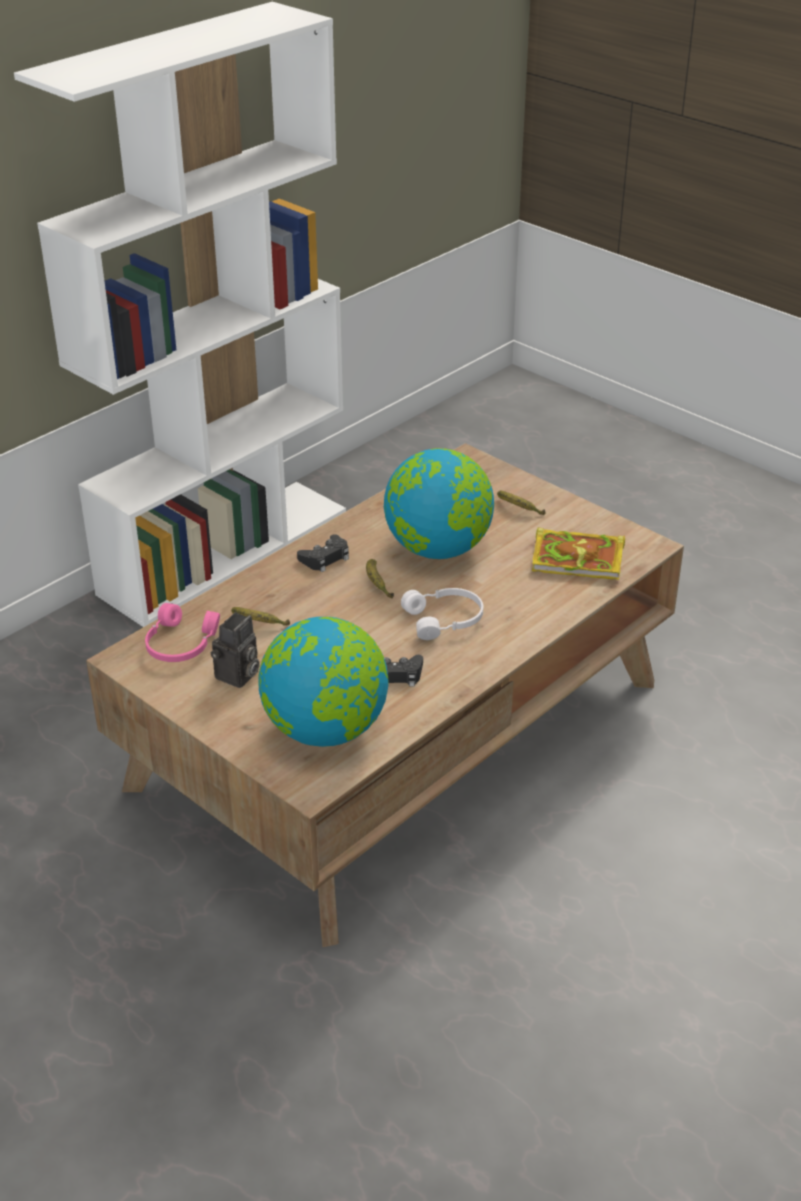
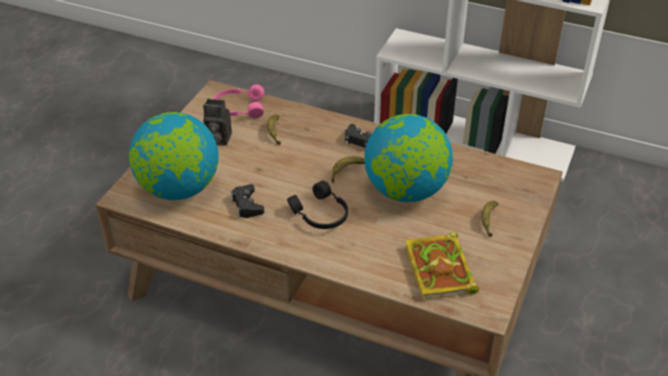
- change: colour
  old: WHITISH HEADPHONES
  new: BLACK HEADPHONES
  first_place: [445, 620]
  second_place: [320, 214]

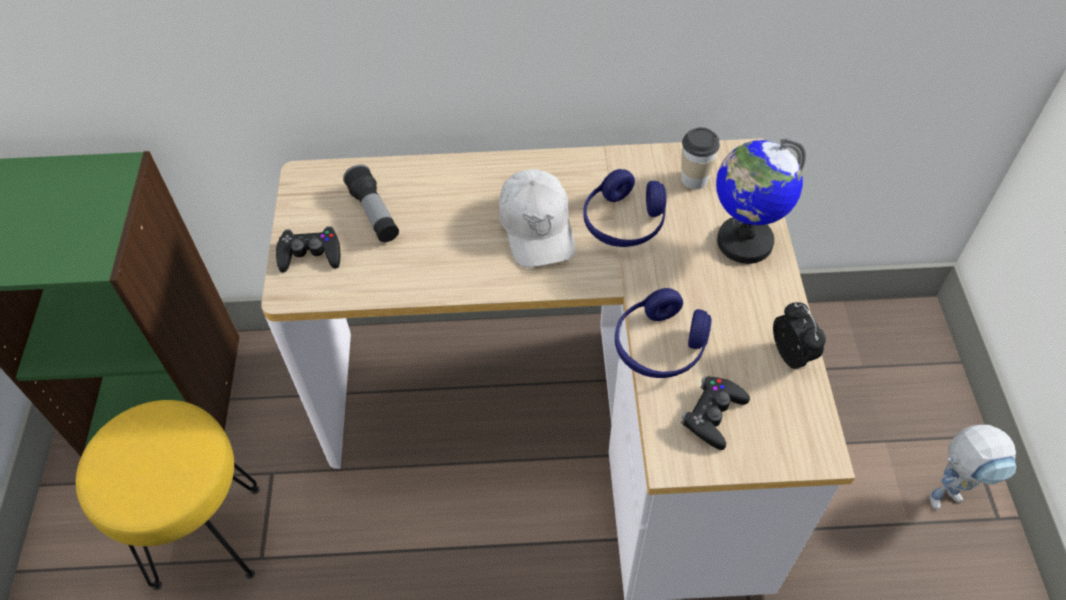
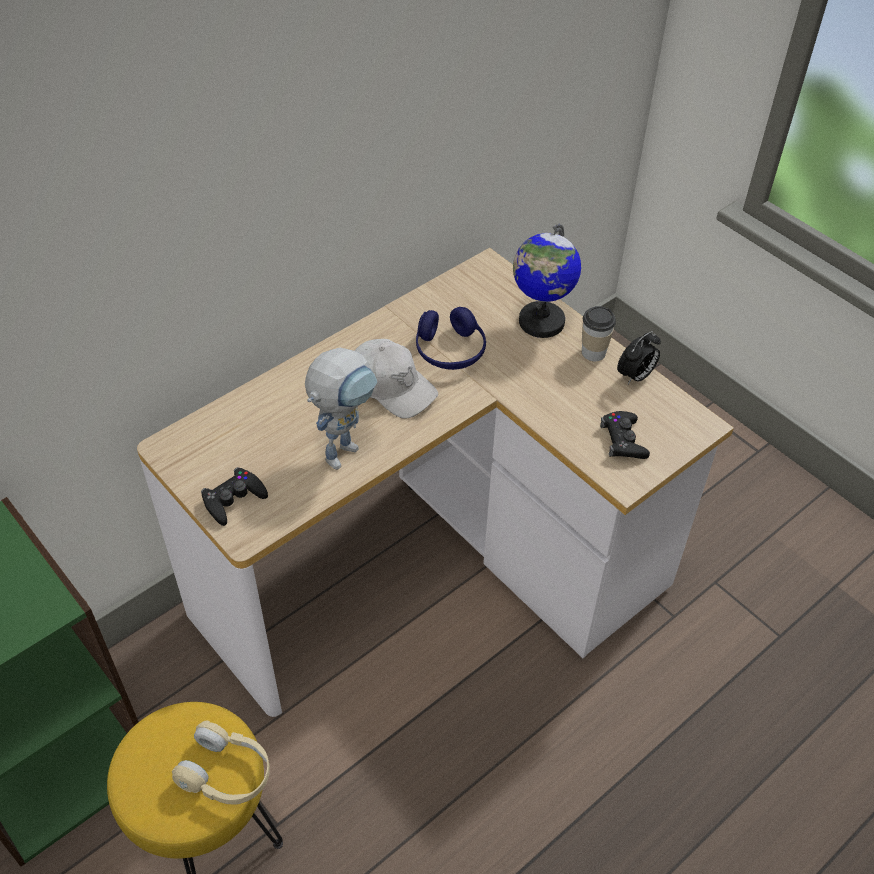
- change: relocated
  old: SMALL CUP
  first_place: [694, 179]
  second_place: [593, 352]
- change: missing
  old: HAND TORCH
  first_place: [374, 213]
- change: missing
  old: BLUE-COLOURED HEADPHONES
  first_place: [660, 346]
- change: spun
  old: ALARM CLOCK
  first_place: [792, 355]
  second_place: [635, 376]
  degrees: 105
- change: relocated
  old: TOY ROBOT
  first_place: [951, 493]
  second_place: [345, 447]
- change: appeared
  new: BEIGE HEADPHONES
  second_place: [227, 773]

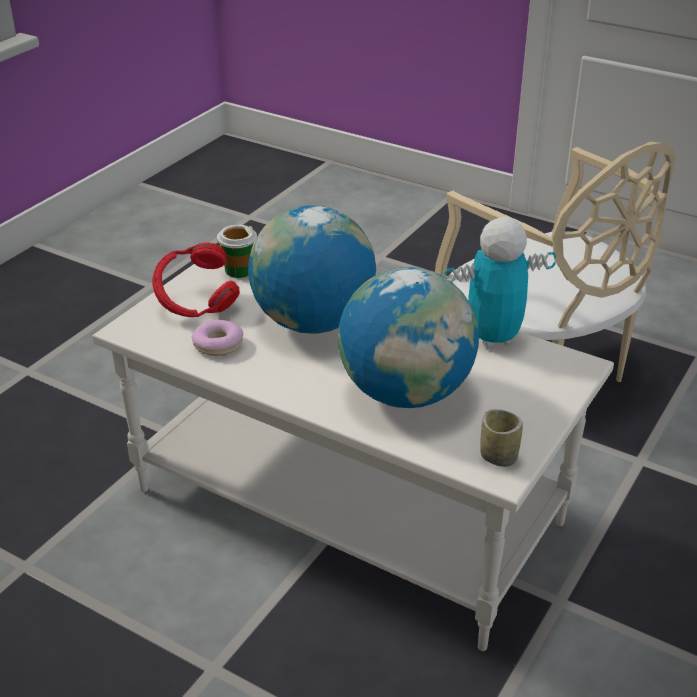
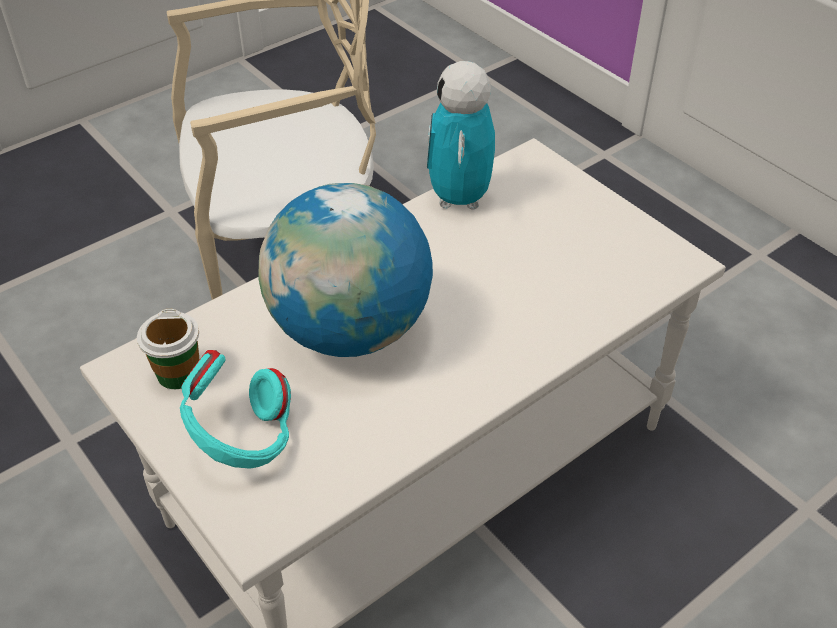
- change: colour
  old: RED-COLOURED HEADPHONES
  new: BLUE-GREEN HEADPHONES
  first_place: [196, 306]
  second_place: [241, 439]
- change: missing
  old: WORLD GLOBE
  first_place: [406, 393]
- change: missing
  old: DOUGHNUT
  first_place: [218, 345]
- change: missing
  old: SMALL CUP
  first_place: [498, 457]

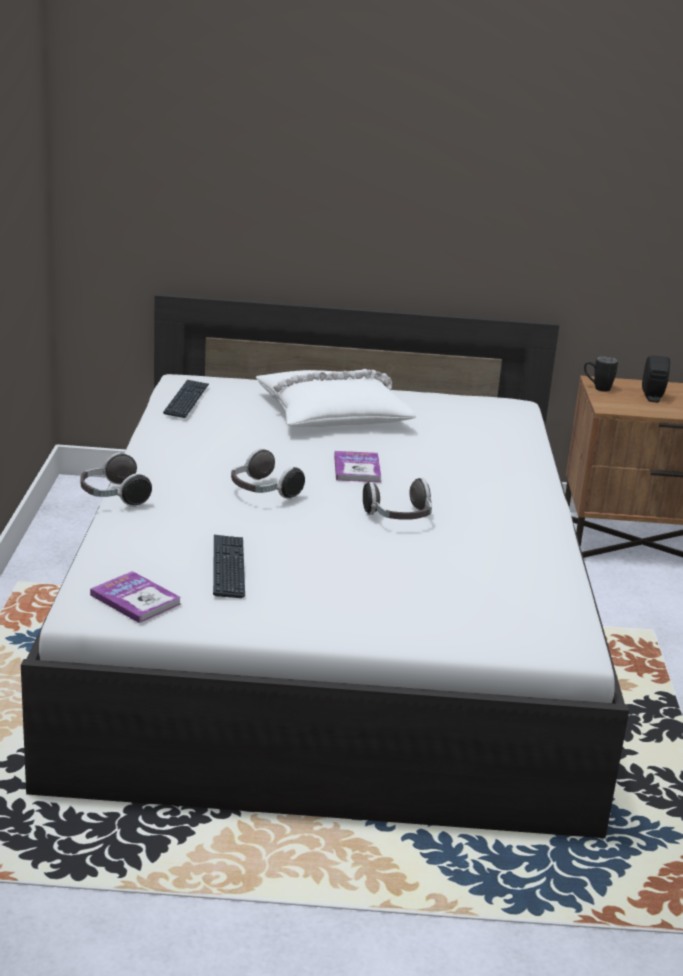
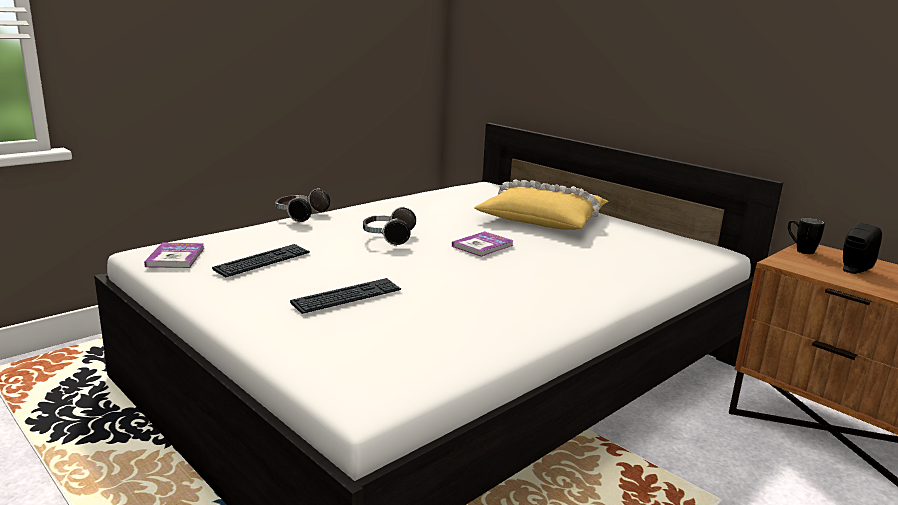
- change: colour
  old: WHITISH THROW PILLOW
  new: YELLOW-COLOURED THROW PILLOW
  first_place: [331, 413]
  second_place: [543, 218]
- change: relocated
  old: KEYBOARD
  first_place: [186, 400]
  second_place: [347, 297]
- change: missing
  old: HEADPHONES
  first_place: [399, 518]

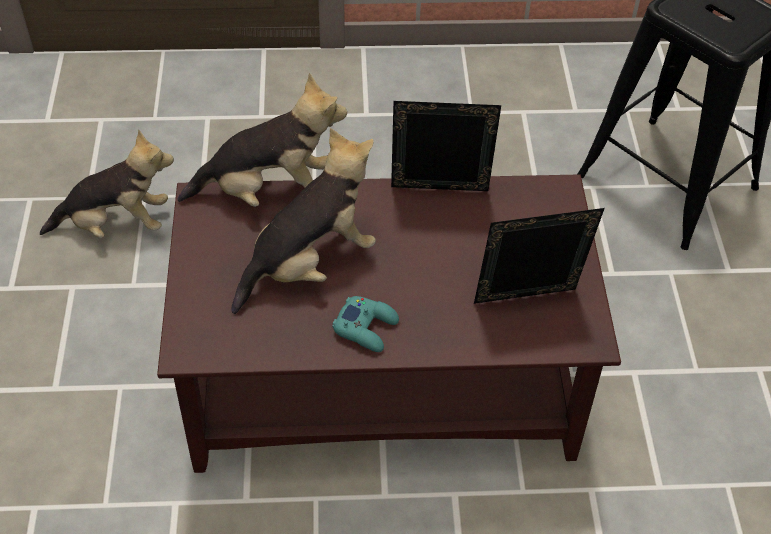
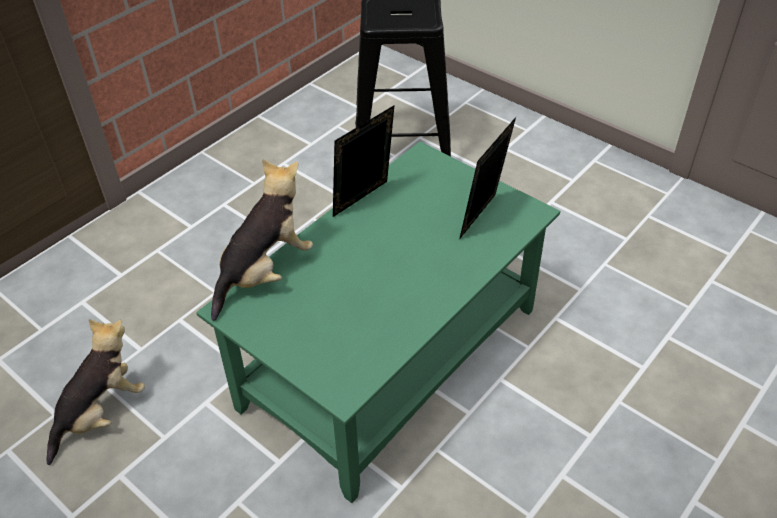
- change: missing
  old: PLUSH TOY
  first_place: [310, 263]
- change: colour
  old: BROWN-COLOURED LOUNGE TABLE
  new: GREEN LOUNGE TABLE
  first_place: [379, 383]
  second_place: [390, 360]
- change: missing
  old: BLUE-GREEN GAMEPAD
  first_place: [366, 327]

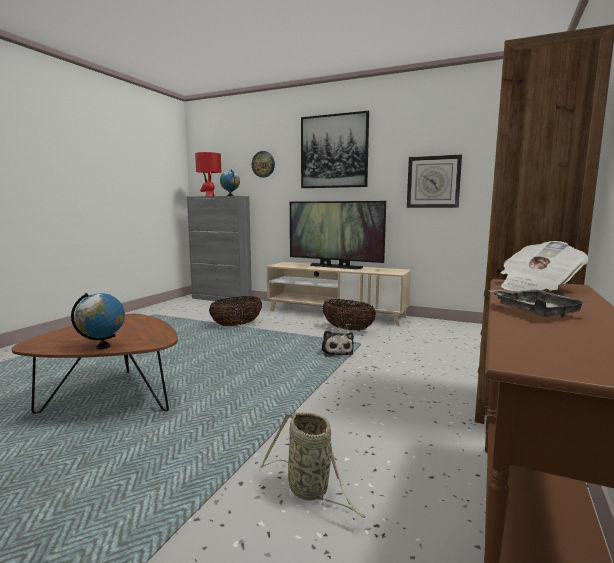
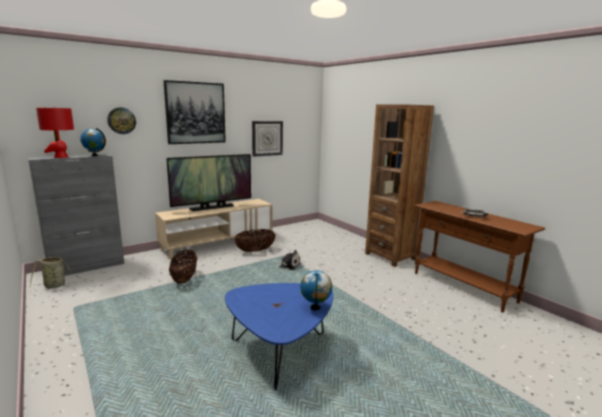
- change: missing
  old: PRINTED PAPER
  first_place: [536, 287]
- change: colour
  old: BROWN-COLOURED LOUNGE TABLE
  new: BLUE-COLOURED LOUNGE TABLE
  first_place: [114, 398]
  second_place: [280, 351]
- change: relocated
  old: STORAGE BASKET
  first_place: [310, 490]
  second_place: [56, 286]

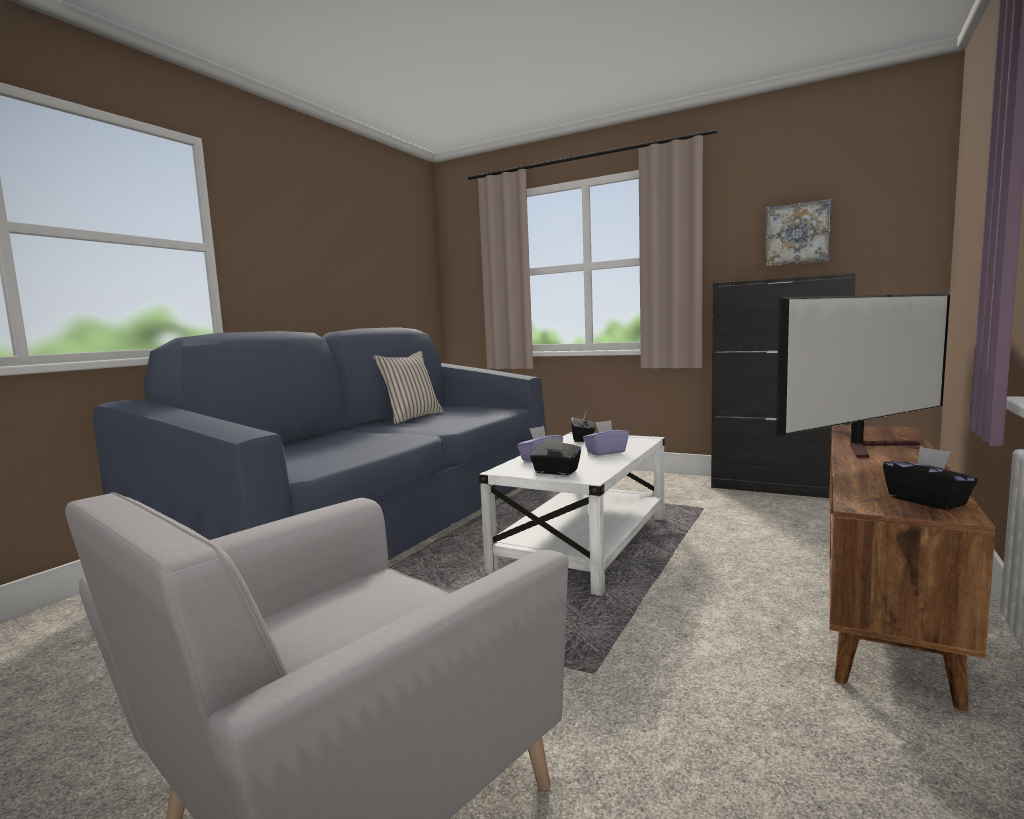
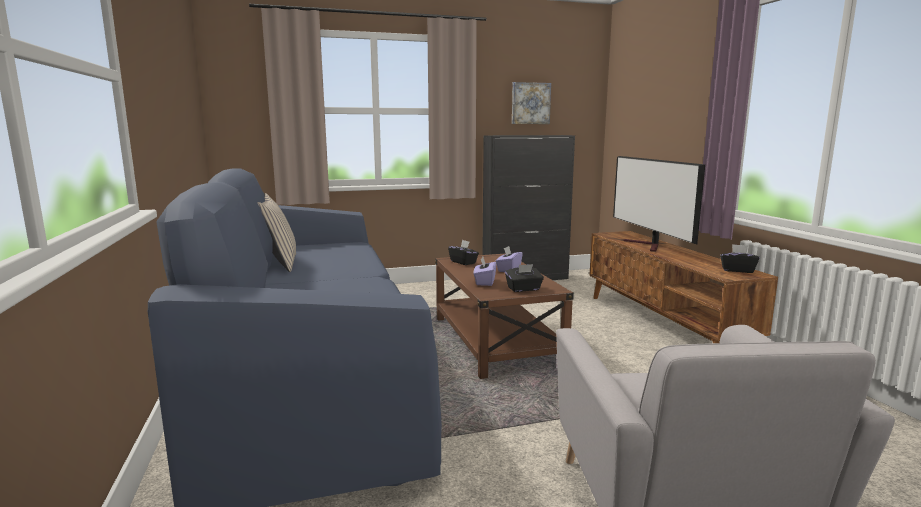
- change: spun
  old: TV SET
  first_place: [872, 447]
  second_place: [648, 246]
  degrees: 150
- change: colour
  old: WHITISH LOUNGE TABLE
  new: BROWN-COLOURED LOUNGE TABLE
  first_place: [584, 544]
  second_place: [495, 341]

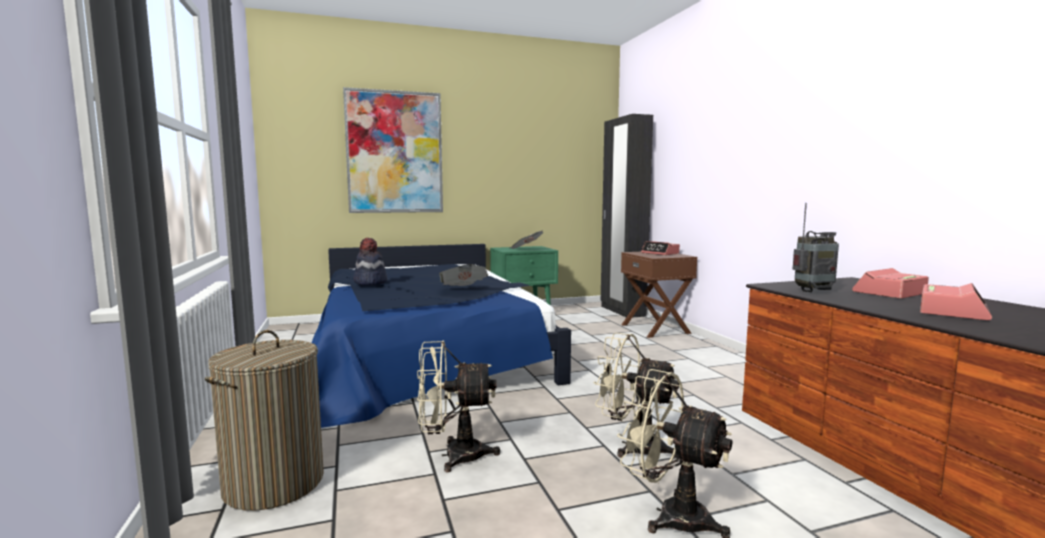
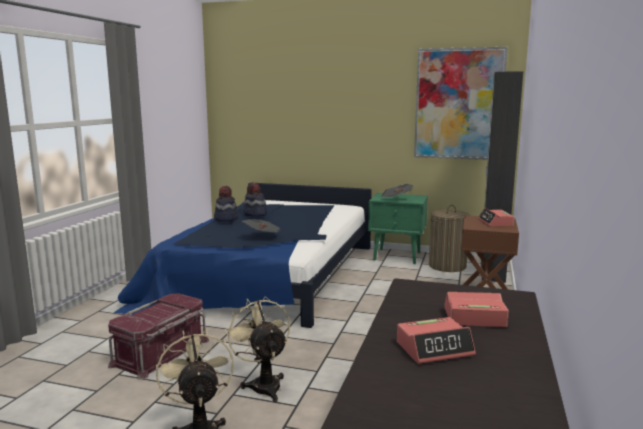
- change: relocated
  old: WALL ART
  first_place: [395, 152]
  second_place: [458, 104]
- change: missing
  old: RADIO
  first_place: [813, 291]
- change: relocated
  old: HAMPER
  first_place: [274, 484]
  second_place: [447, 266]
- change: exchanged
  old: BEIGE ELECTRIC FAN
  new: RED-COLOURED STORAGE CONTAINER
  first_place: [453, 456]
  second_place: [161, 353]
- change: appeared
  new: WEARABLE HAT
  second_place: [255, 214]

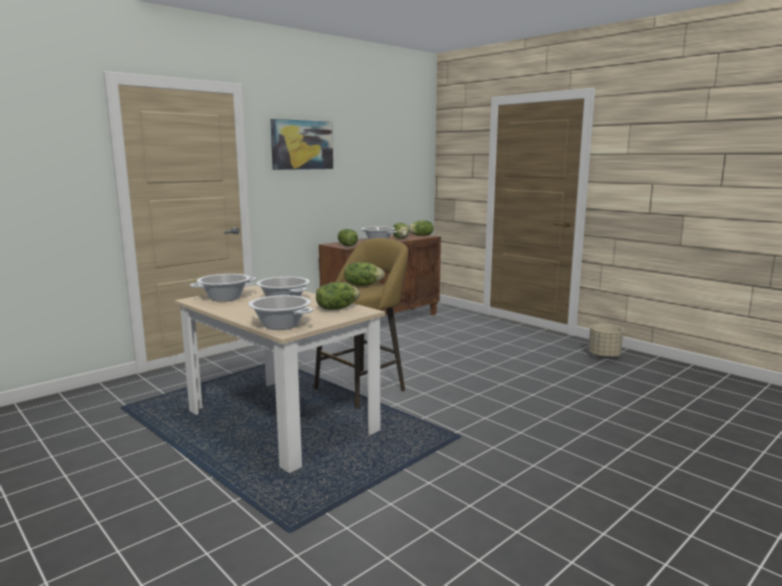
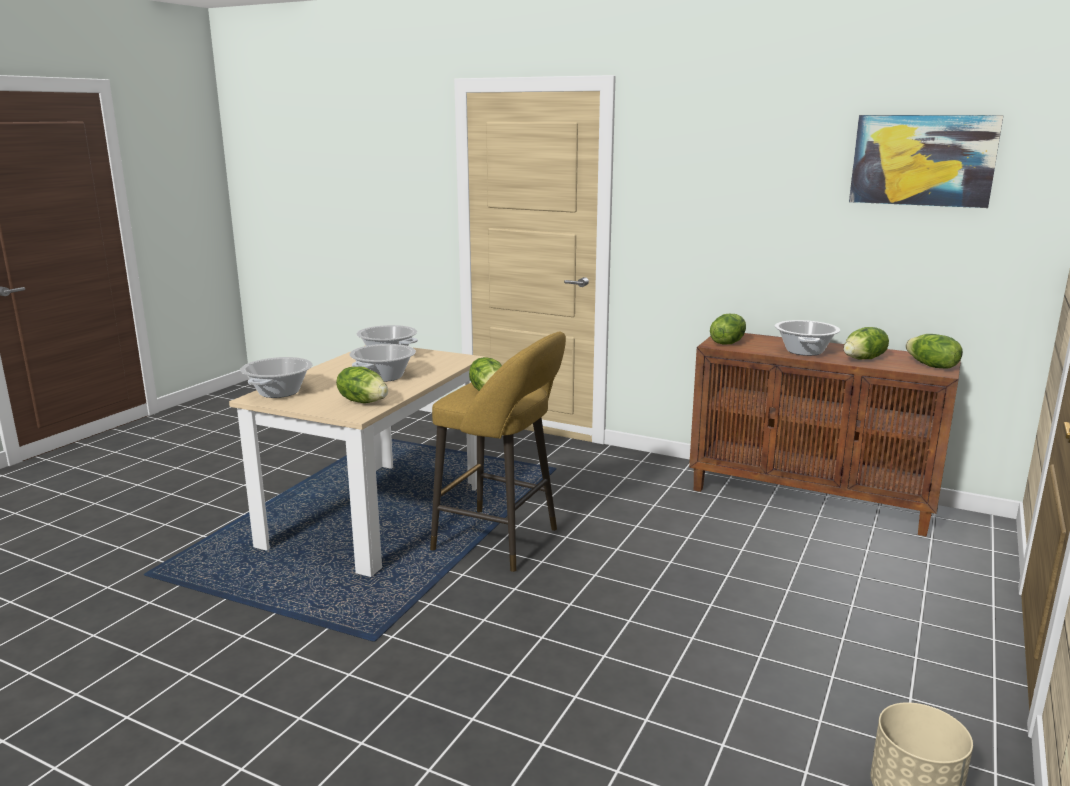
- change: relocated
  old: WALL ART
  first_place: [302, 145]
  second_place: [922, 160]

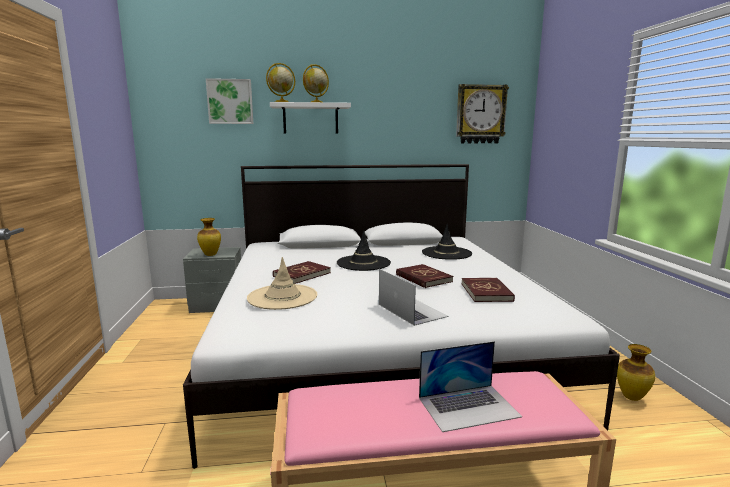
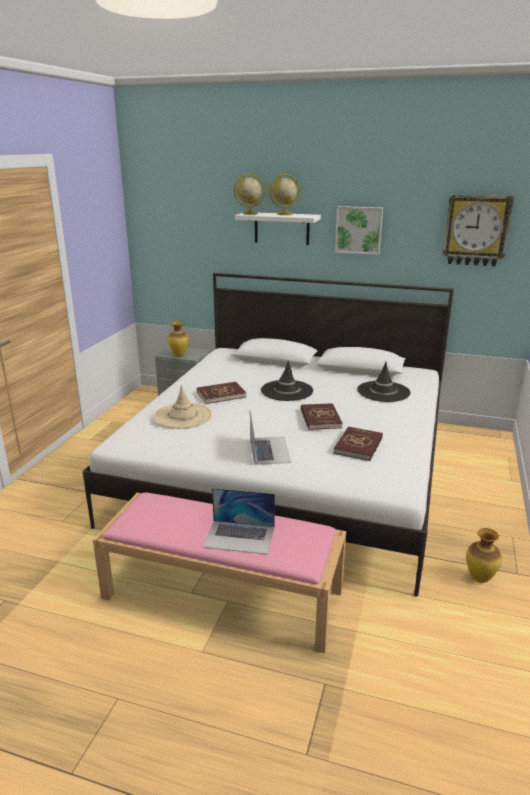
- change: relocated
  old: WALL ART
  first_place: [230, 101]
  second_place: [358, 230]

